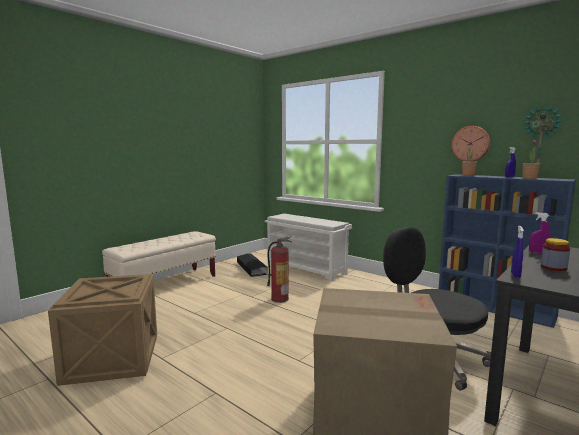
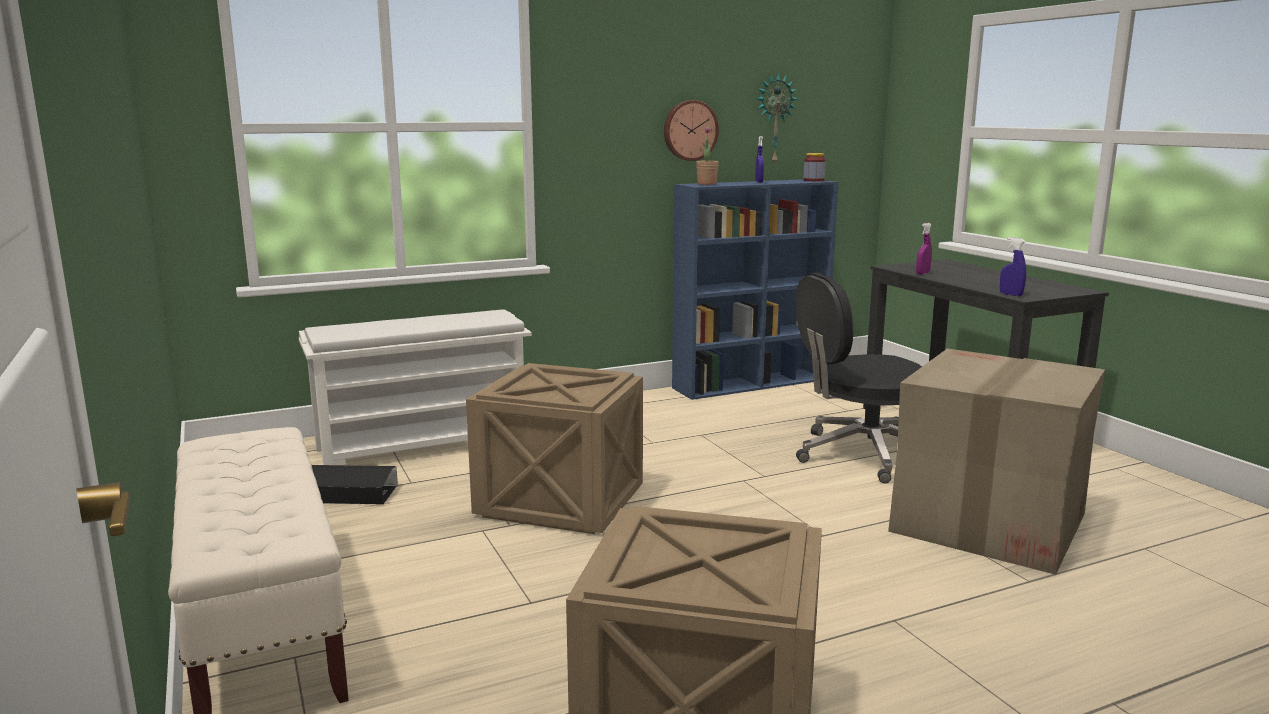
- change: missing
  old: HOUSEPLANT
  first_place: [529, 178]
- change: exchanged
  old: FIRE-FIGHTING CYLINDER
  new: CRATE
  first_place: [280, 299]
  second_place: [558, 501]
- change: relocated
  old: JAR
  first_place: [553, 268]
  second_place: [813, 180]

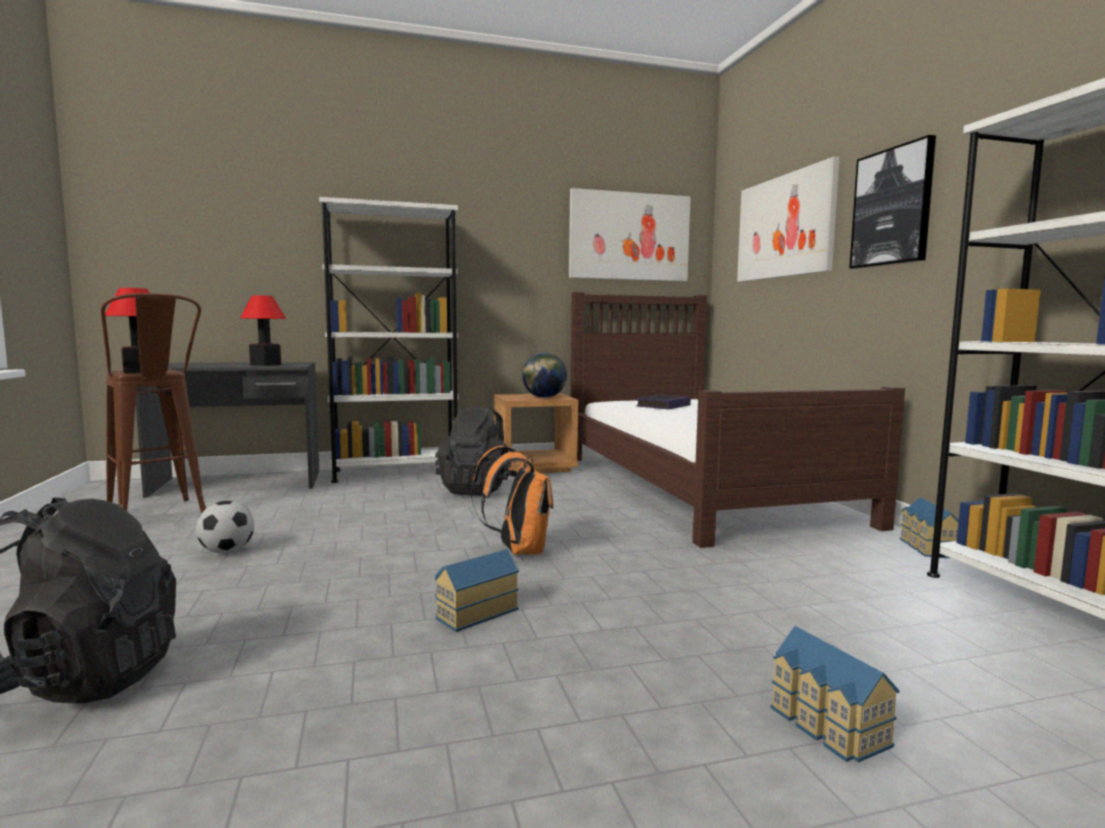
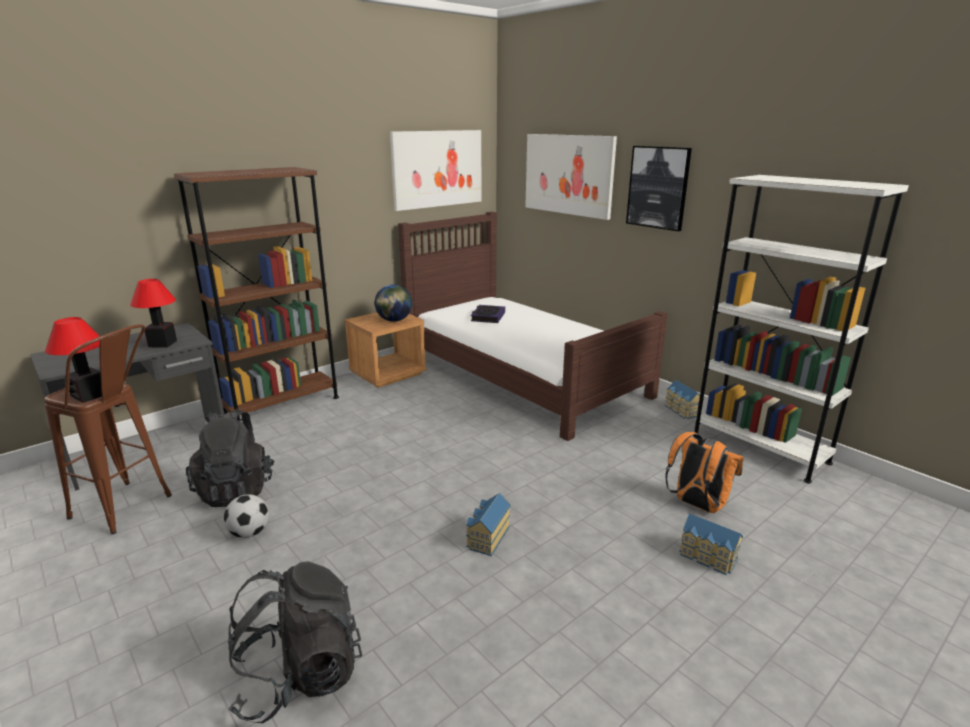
- change: colour
  old: WHITISH BOOKSHELF
  new: BROWN-COLOURED BOOKSHELF
  first_place: [396, 473]
  second_place: [281, 405]
- change: relocated
  old: BLACK BACKPACK
  first_place: [477, 490]
  second_place: [236, 489]
- change: relocated
  old: ORANGE-COLOURED BACKPACK
  first_place: [518, 550]
  second_place: [696, 504]

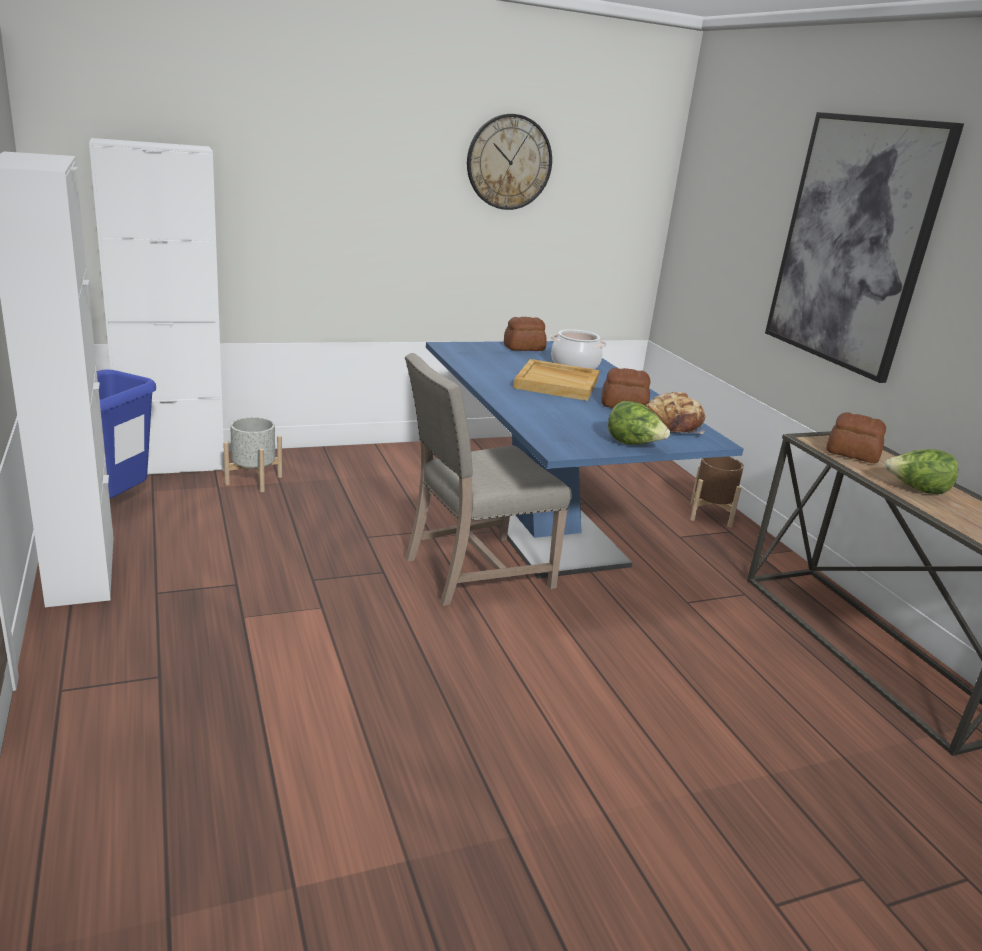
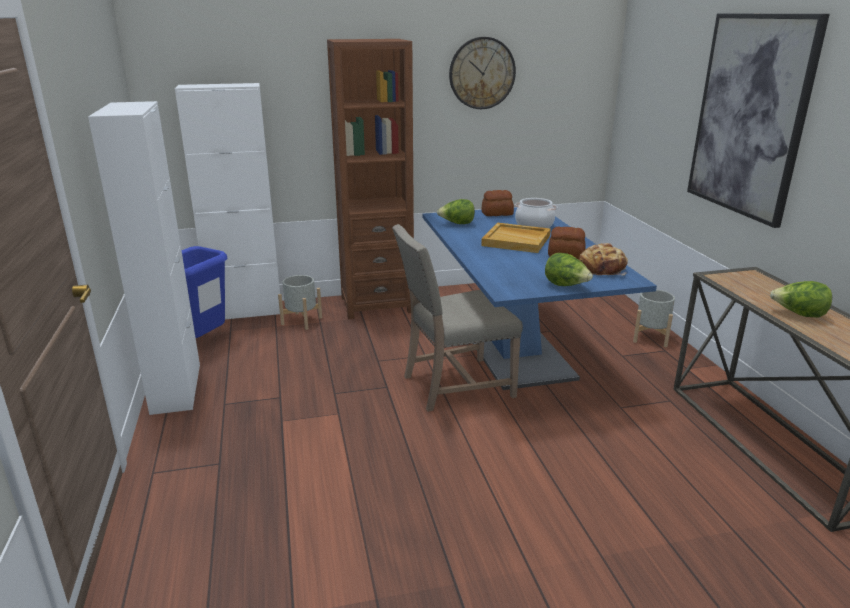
- change: missing
  old: BAKED BREAD
  first_place: [852, 454]
- change: colour
  old: BROWN-COLOURED FLOWER POT
  new: GRAY FLOWER POT
  first_place: [710, 515]
  second_place: [651, 338]
- change: appeared
  new: BROWN-COLOURED BOOKSHELF
  second_place: [376, 304]
- change: appeared
  new: LETTUCE HEAD
  second_place: [457, 224]

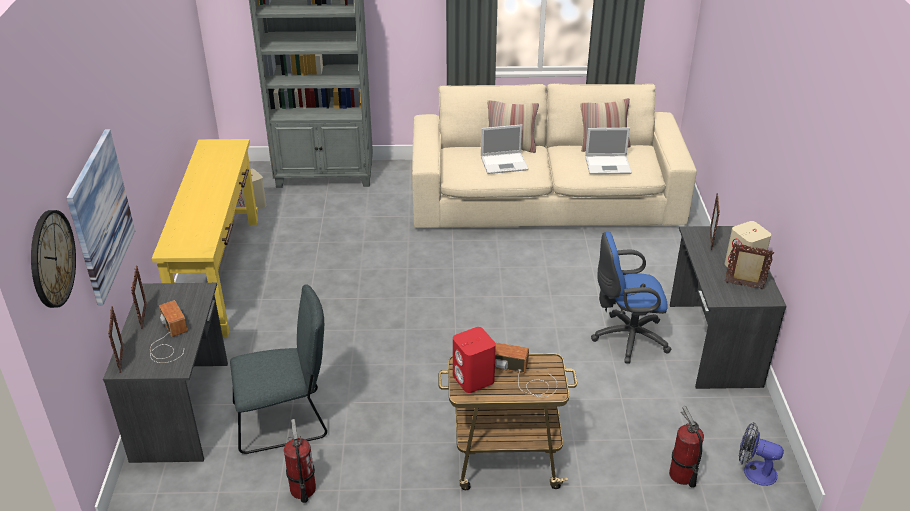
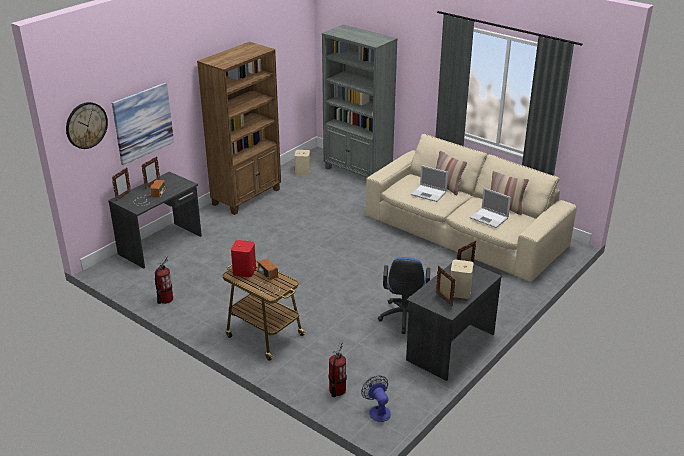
- change: exchanged
  old: YELLOW-COLOURED HALL TABLE
  new: BROWN-COLOURED BOOKSHELF
  first_place: [219, 274]
  second_place: [247, 197]
- change: spun
  old: BLUE-COLOURED OFFICE CHAIR
  first_place: [626, 338]
  second_place: [404, 319]
  degrees: -120
- change: missing
  old: GRAY CHAIR
  first_place: [285, 421]

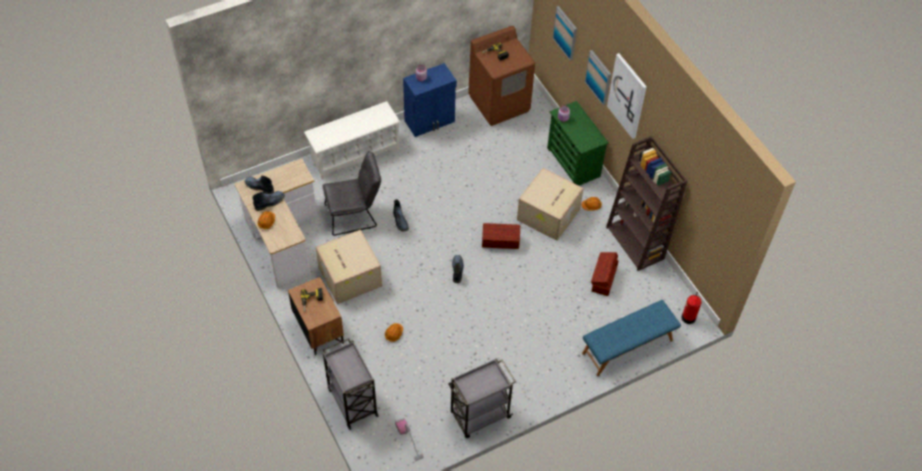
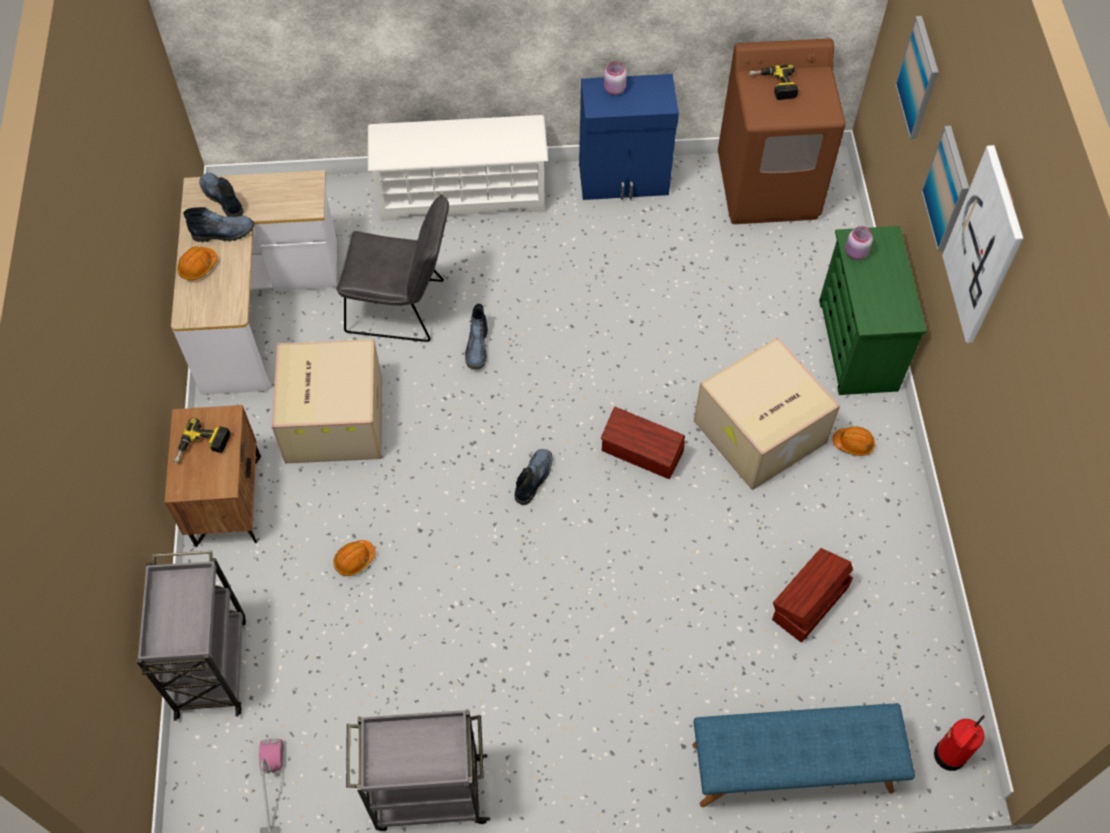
- change: missing
  old: BROWN-COLOURED BOOKSHELF
  first_place: [635, 243]

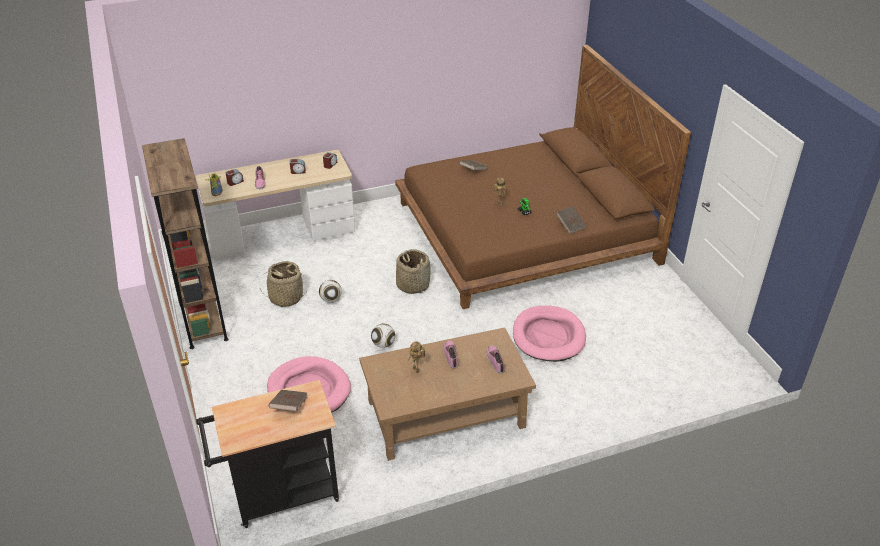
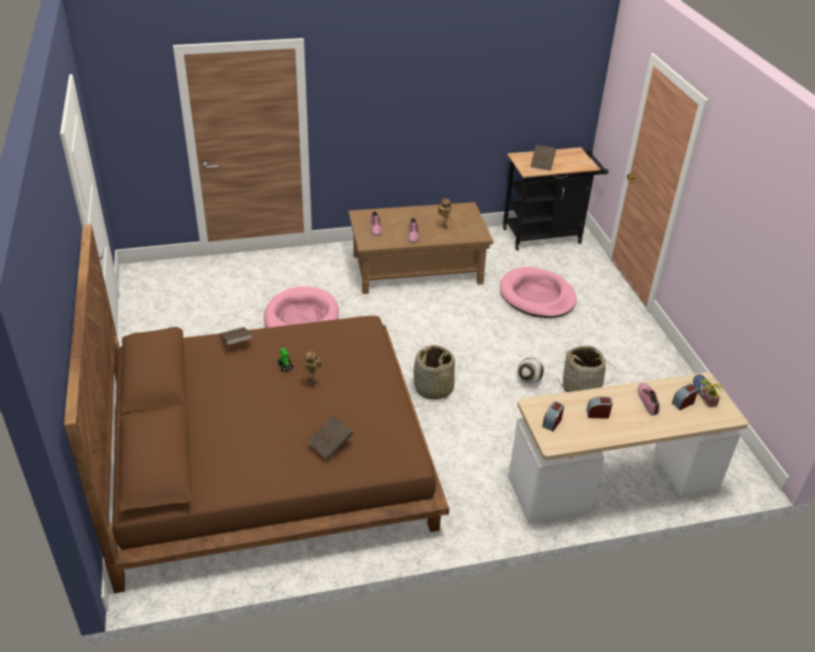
- change: missing
  old: BROWN-COLOURED BOOKSHELF
  first_place: [203, 318]
- change: missing
  old: FOOTBALL BALL
  first_place: [383, 344]

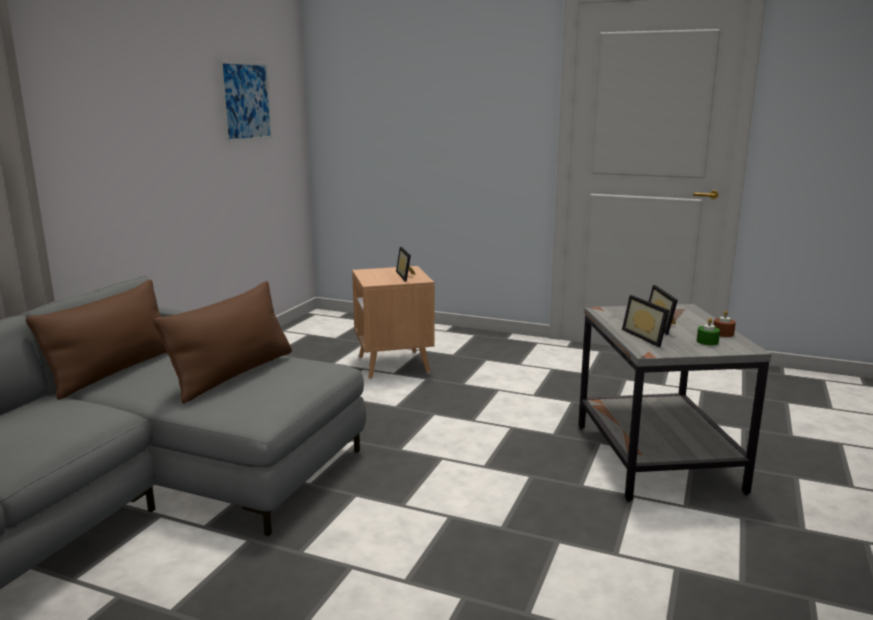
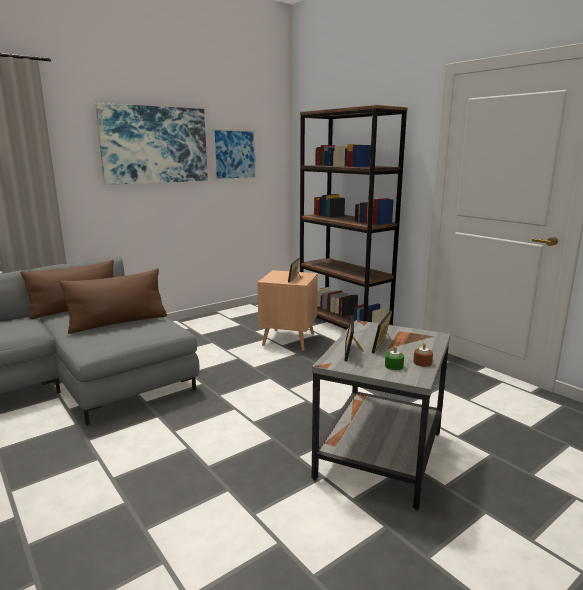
- change: appeared
  new: WALL ART
  second_place: [155, 145]
- change: appeared
  new: BROWN-COLOURED BOOKSHELF
  second_place: [343, 324]

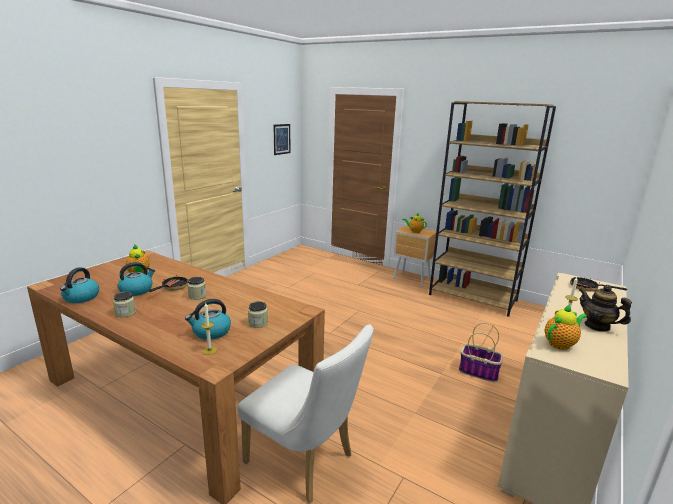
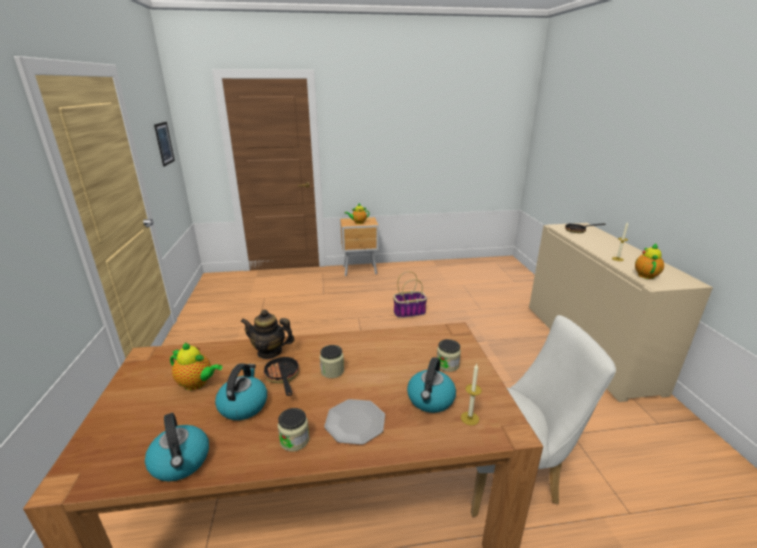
- change: missing
  old: BROWN-COLOURED BOOKSHELF
  first_place: [473, 297]
- change: relocated
  old: TEAPOT
  first_place: [597, 326]
  second_place: [270, 352]
- change: relocated
  old: STORAGE BASKET
  first_place: [479, 372]
  second_place: [409, 312]
- change: appeared
  new: FLAT DISH
  second_place: [355, 422]

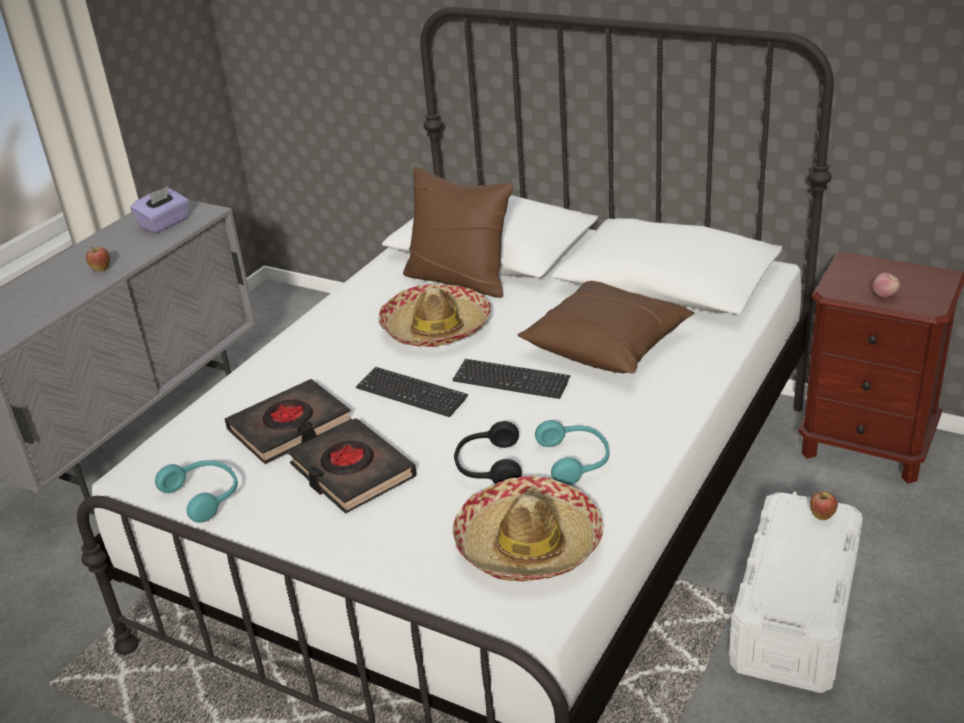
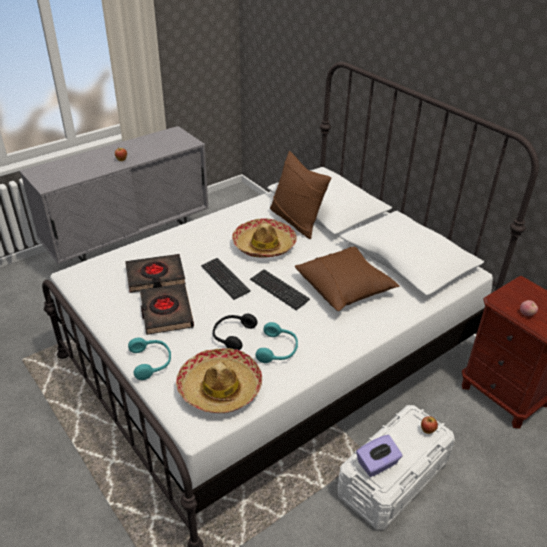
- change: relocated
  old: PURPLE TISSUE BOX
  first_place: [165, 224]
  second_place: [377, 464]
- change: relocated
  old: BLUE-GREEN HEADPHONES
  first_place: [205, 495]
  second_place: [151, 362]

